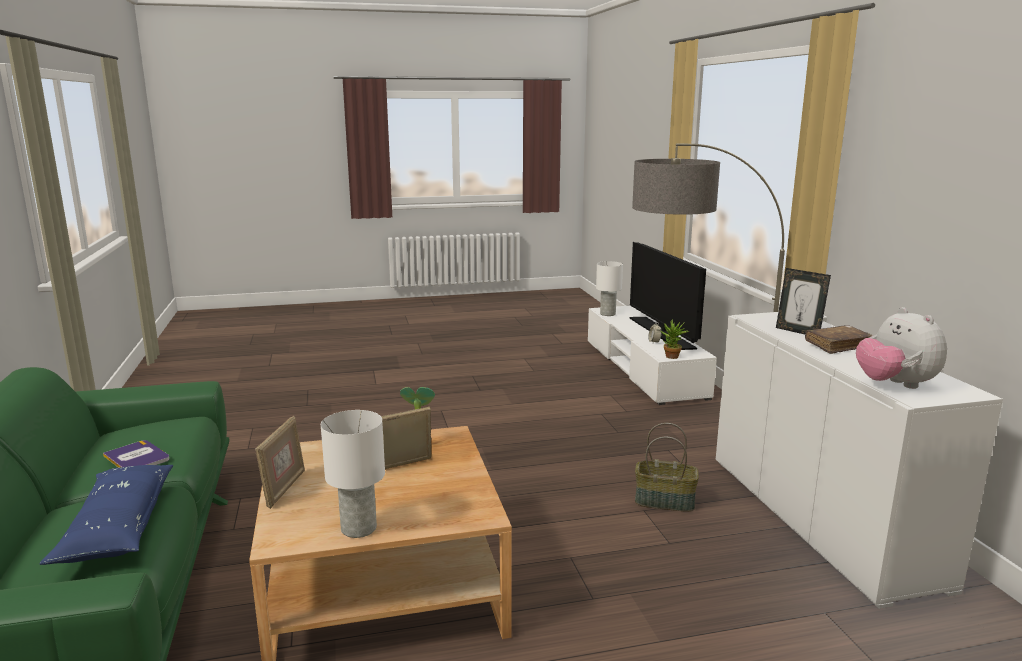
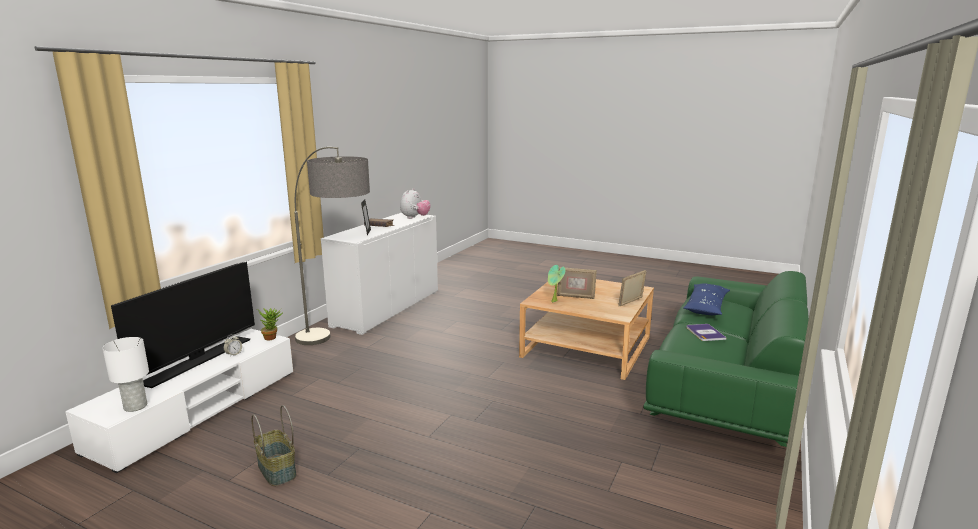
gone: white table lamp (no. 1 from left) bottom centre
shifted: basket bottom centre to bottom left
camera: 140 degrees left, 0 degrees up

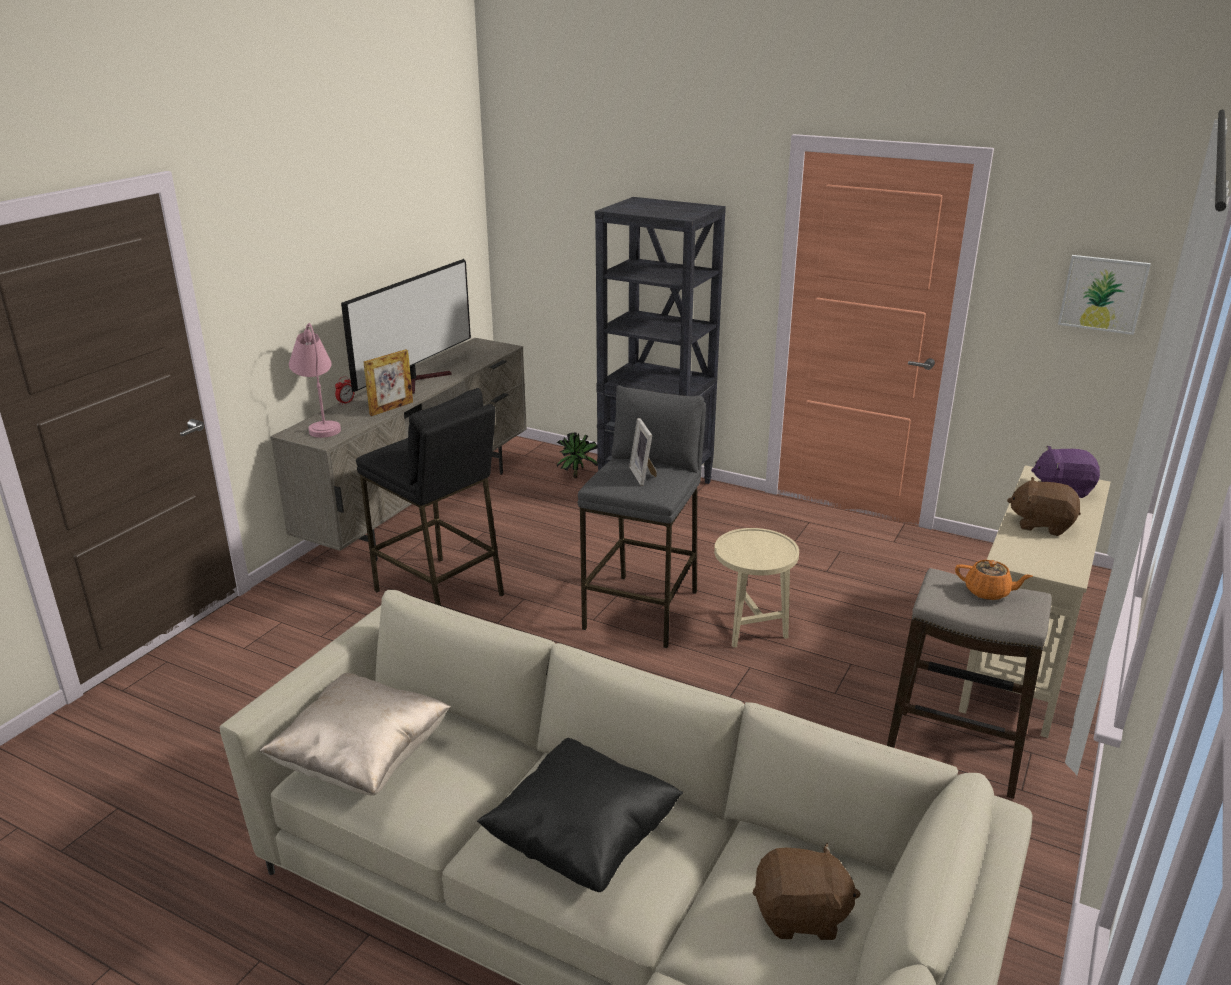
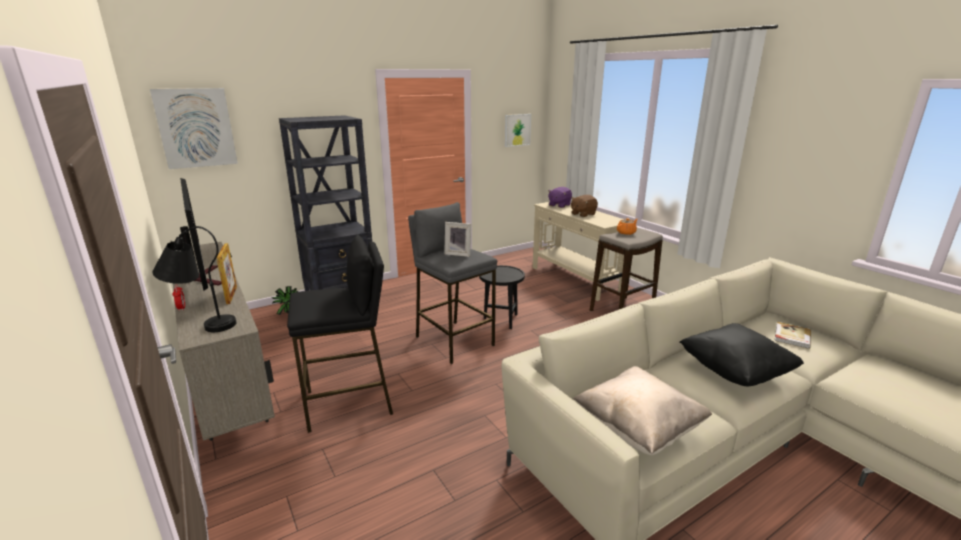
new: wall art (no. 1 from left) top left
swapped: brown cuddly toy (no. 1 from left) bottom centre to book middle right
repainted: pinkish table lamp middle left to black table lamp middle left; beige-coloured end table centre to black end table centre
camera: 60 degrees left, 5 degrees down

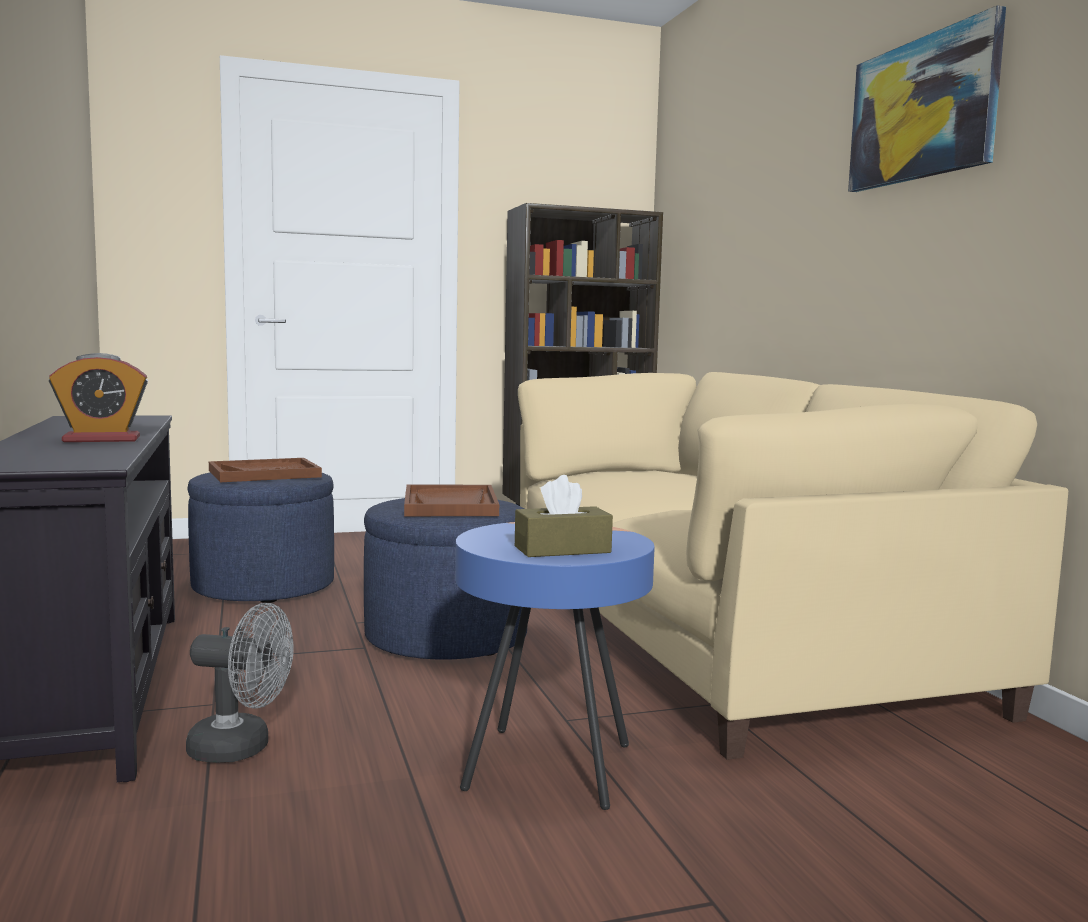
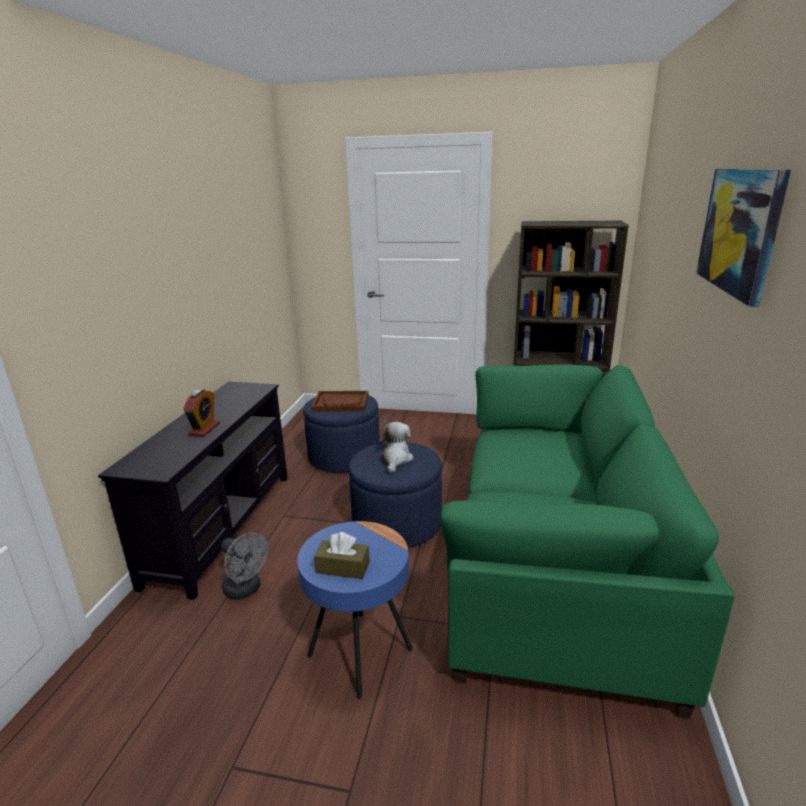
swapped: brown carrying tray (no. 2 from left) centre to cuddly toy centre
repainted: beige-coloured couch middle right to green-coloured couch bottom right
rotated: alarm clock middle left = middle left 90 degrees counterclockwise
camera: 30 degrees right, 15 degrees up

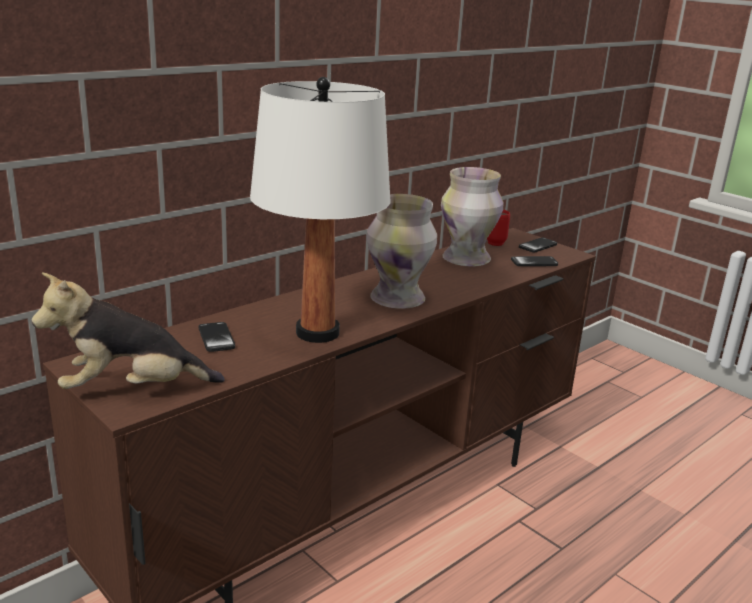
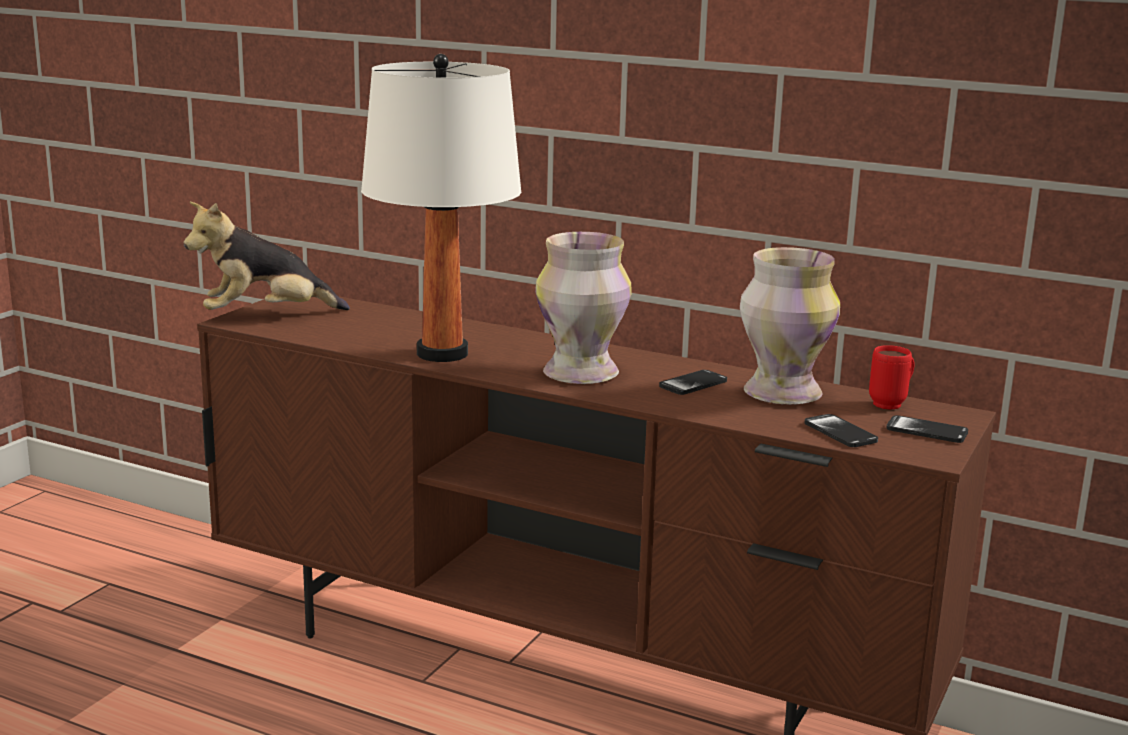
shifted: handset (no. 1 from left) middle left to centre
rotated: cuddly toy middle left = middle left 75 degrees counterclockwise
camera: 70 degrees right, 5 degrees down

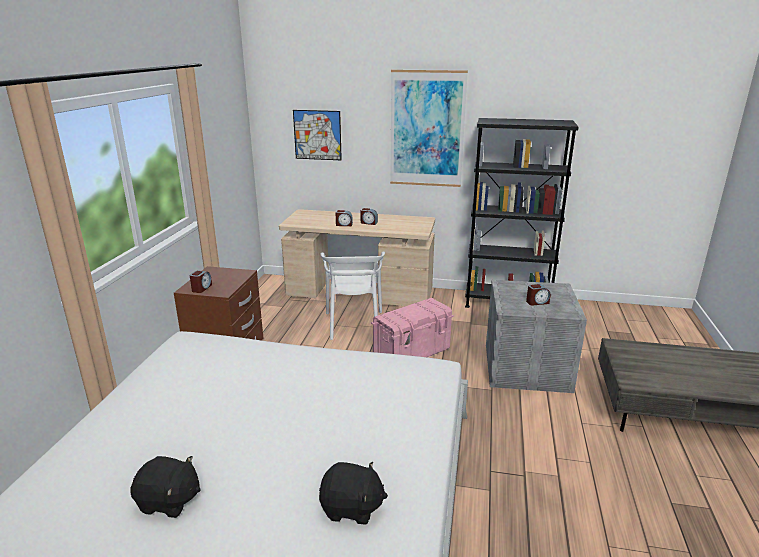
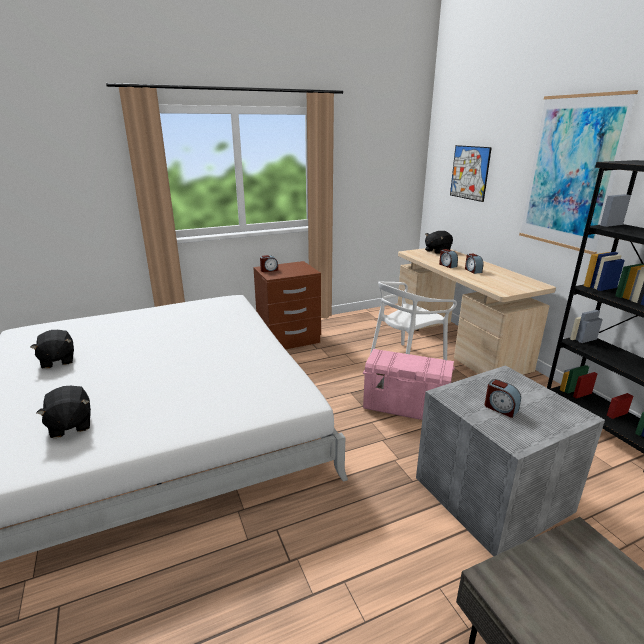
new: black cuddly toy (no. 3 from left) middle right
camera: 55 degrees right, 0 degrees up

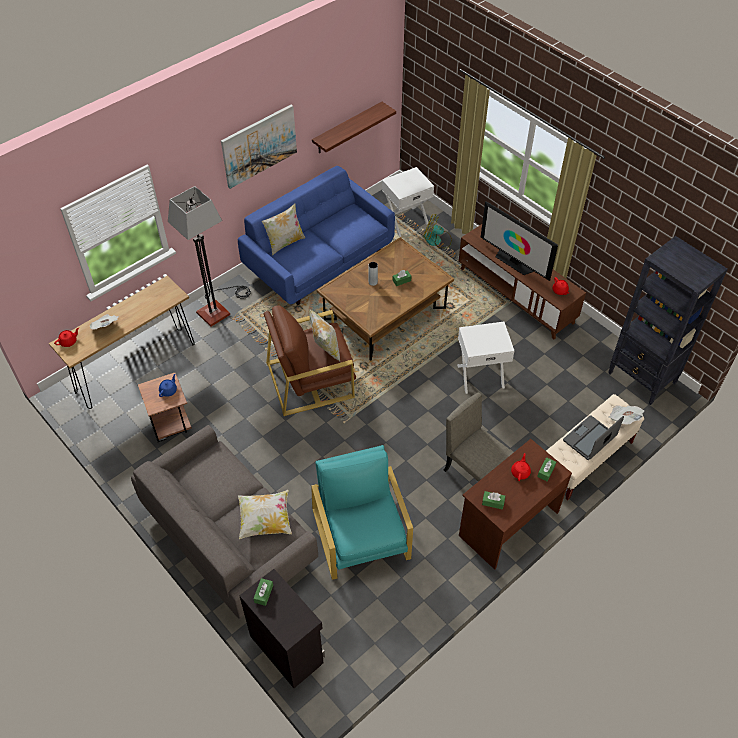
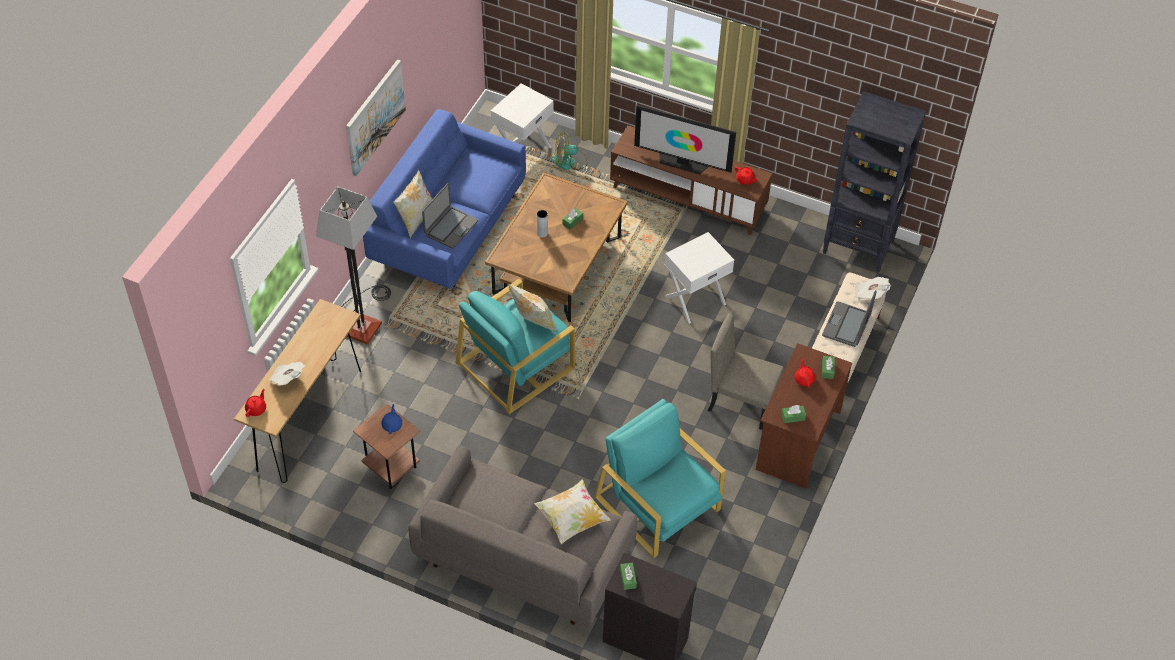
gone: wall shelf top centre
new: notebook computer (no. 1 from left) top centre
repainted: brown armchair centre to turquoise-coloured armchair (no. 1 from left) centre
camera: 25 degrees left, 0 degrees up

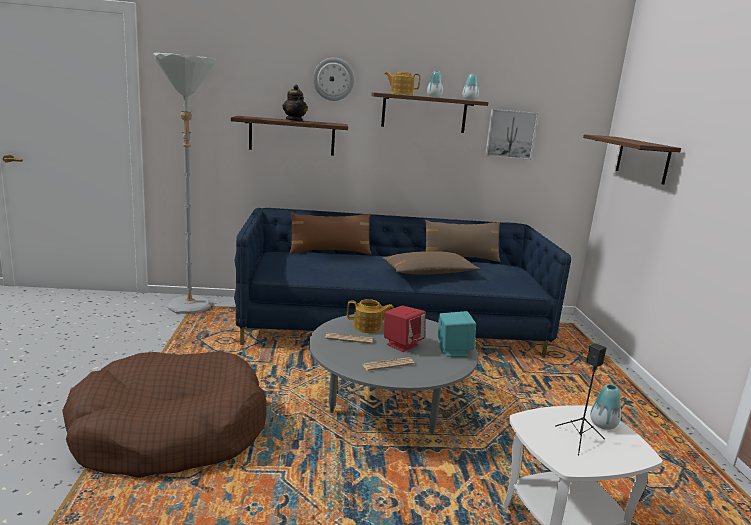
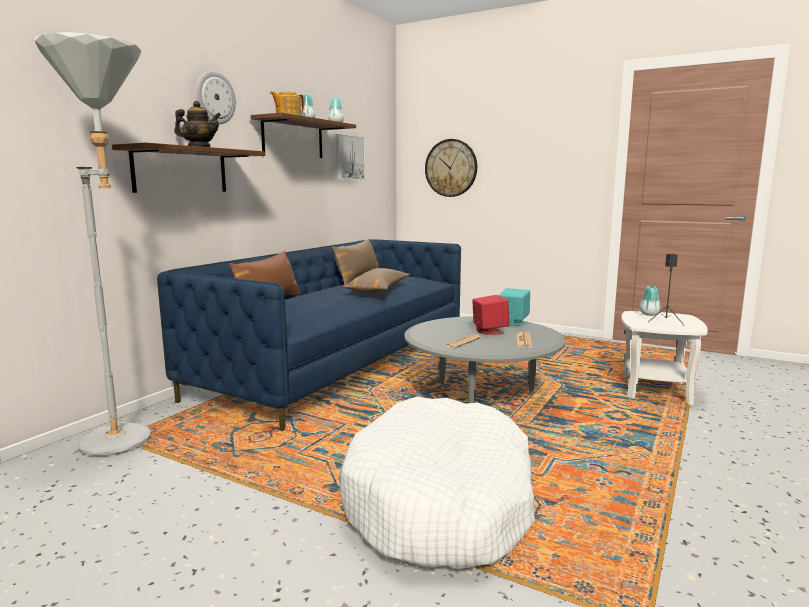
gone: teapot (no. 2 from left) centre
swapped: brown wall shelf (no. 3 from left) top right to wall clock (no. 2 from left) top centre
repainted: brown dog cushion bottom left to white dog cushion bottom centre
camera: 55 degrees left, 5 degrees down

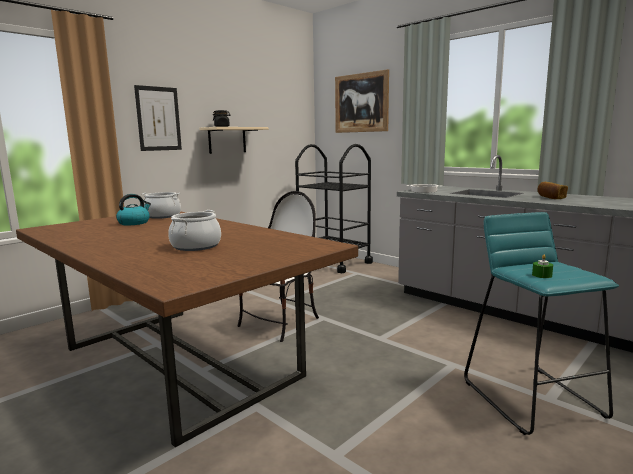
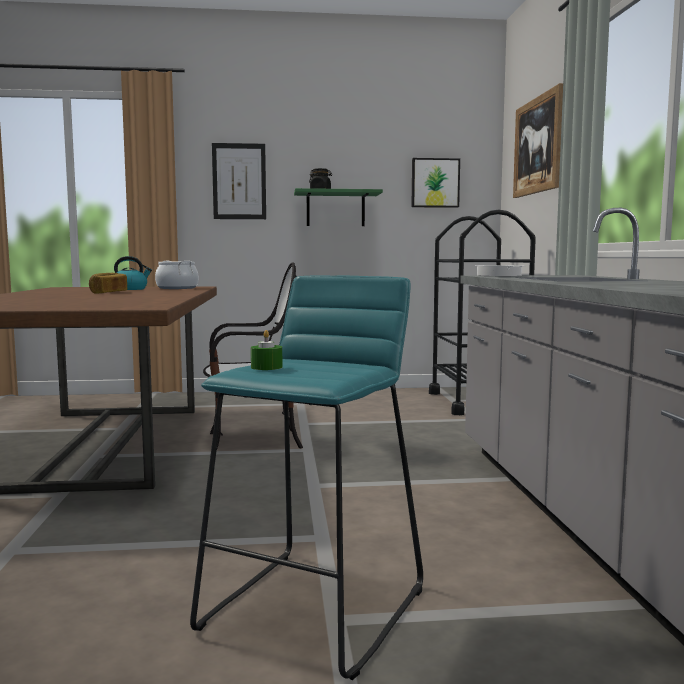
gone: stockpot (no. 2 from left) middle left
new: wall art (no. 2 from left) top centre
shifted: bakery bread middle right to middle left
repainted: beige-coloured wall shelf top centre to green-coloured wall shelf top centre
camera: 40 degrees right, 5 degrees down

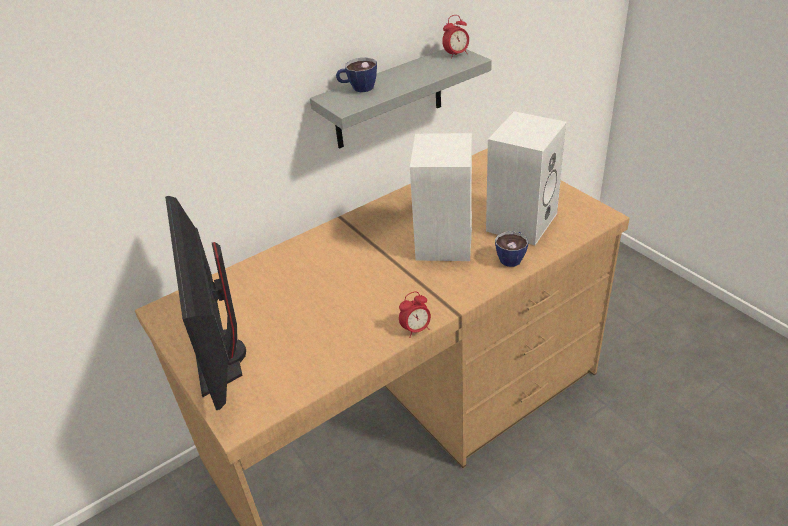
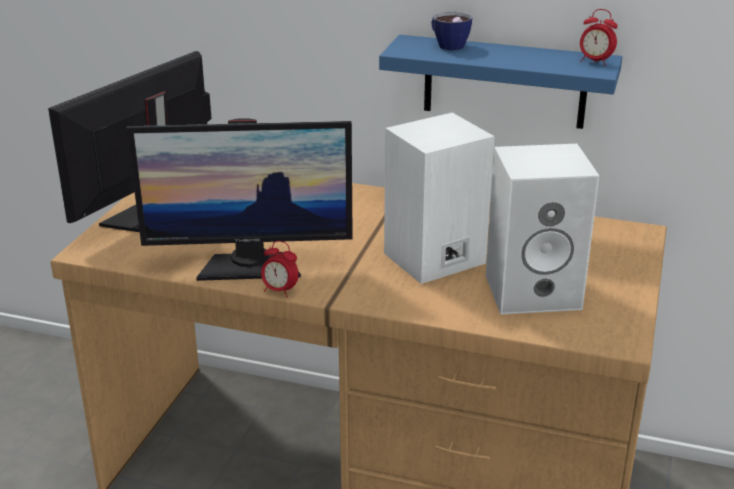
gone: small cup (no. 2 from left) centre
new: computer screen (no. 2 from left) middle left
repainted: grey wall shelf top centre to bluish wall shelf top right
camera: 50 degrees right, 10 degrees down

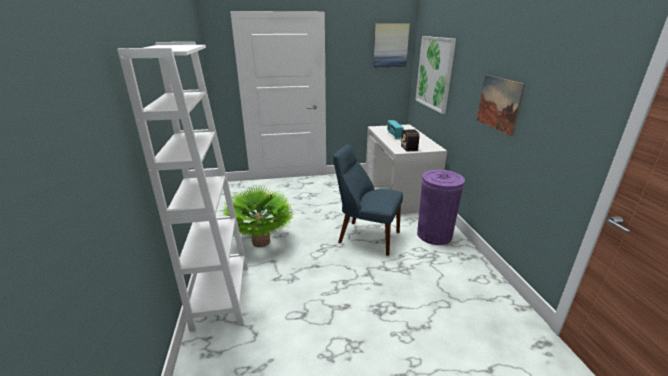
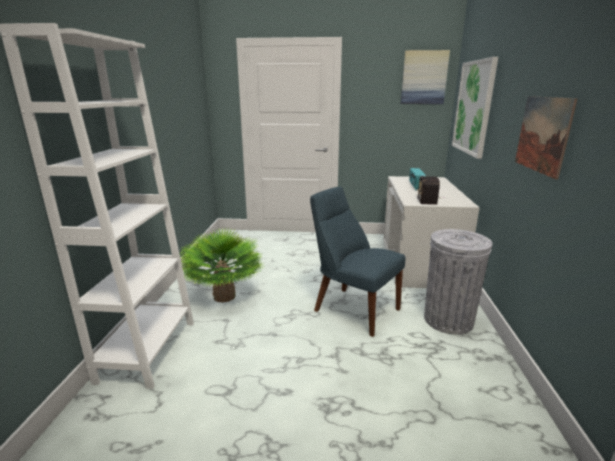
repainted: purple trash can centre to grey trash can middle right
camera: 15 degrees right, 5 degrees down

